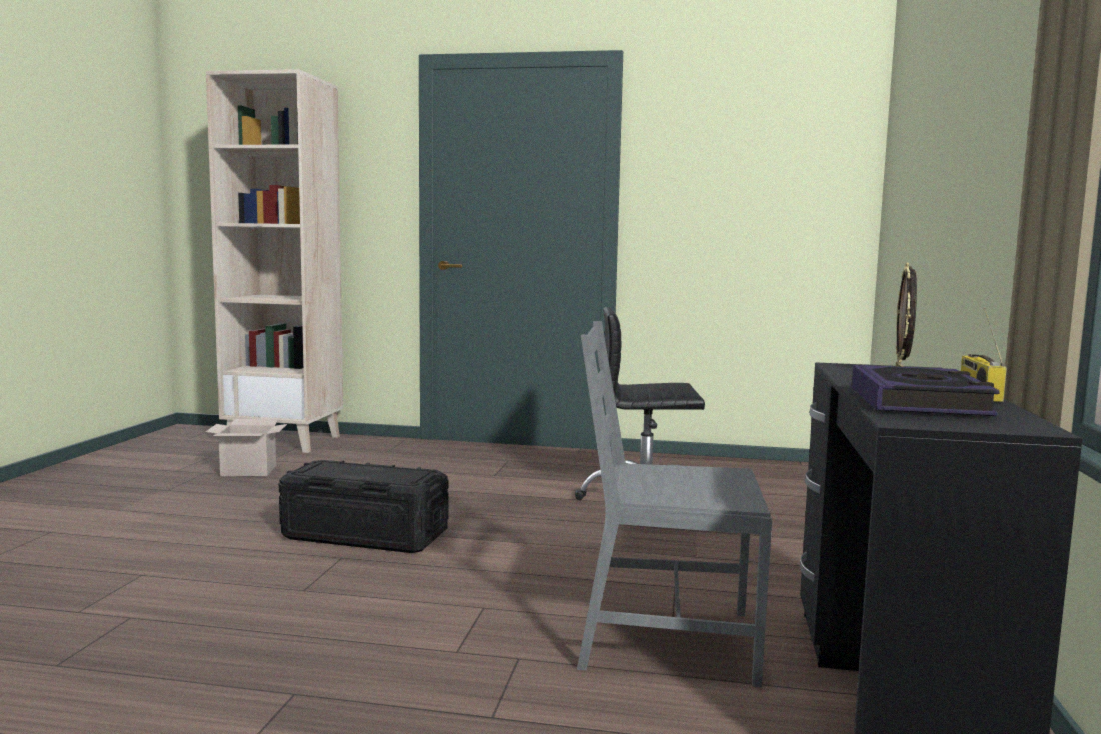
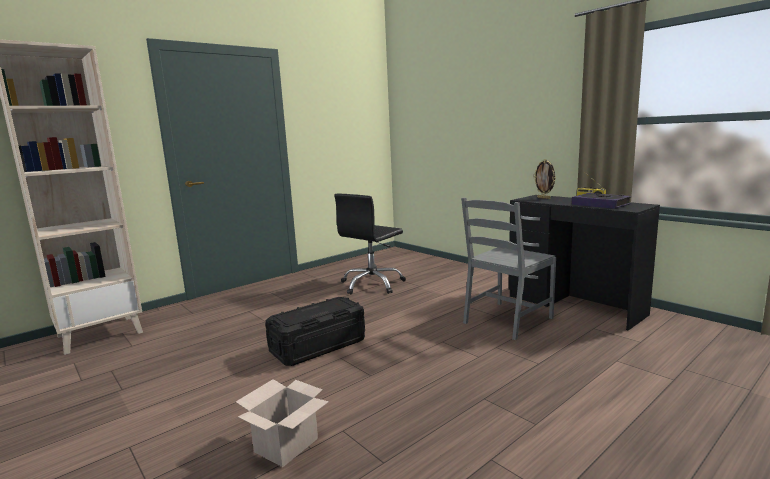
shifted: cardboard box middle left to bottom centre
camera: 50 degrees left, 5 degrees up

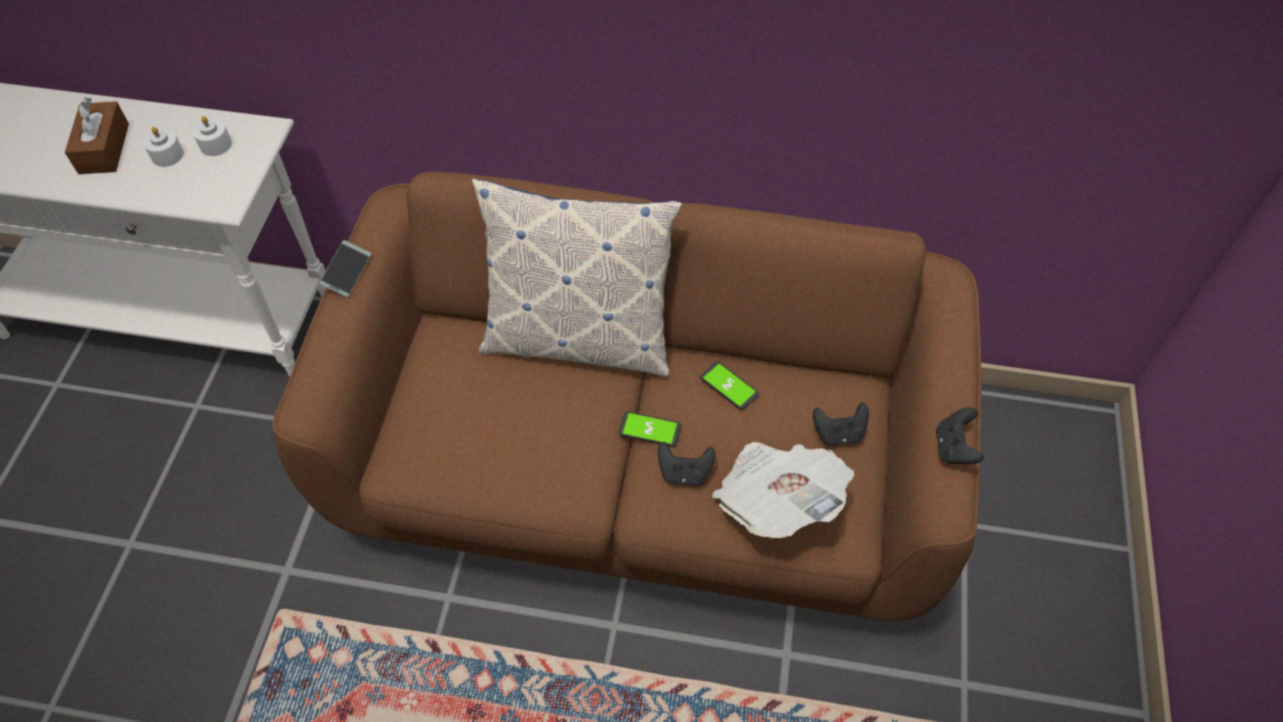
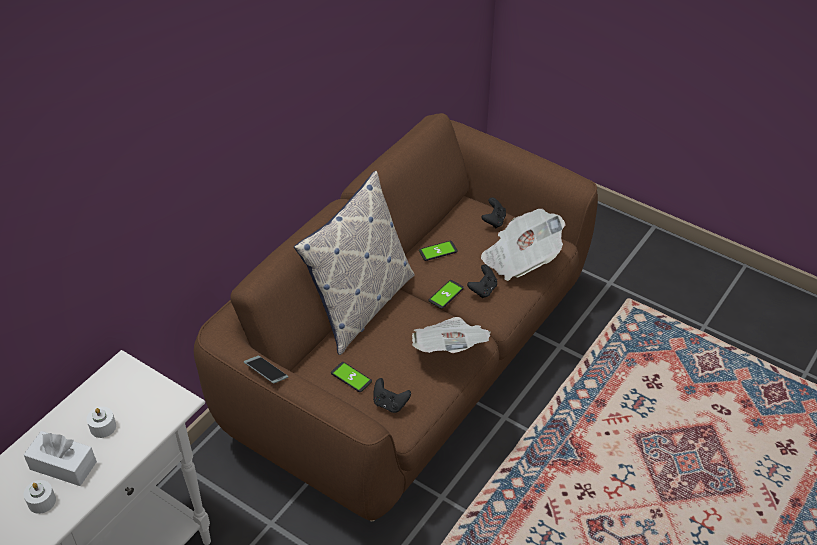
new: handset (no. 2 from left) bottom centre; daily paper (no. 1 from left) centre
shifted: white wax candle (no. 2 from left in the first image) top left to white wax candle (no. 1 from left) bottom left; black game controller (no. 3 from left in the first image) middle right to black game controller (no. 1 from left) bottom centre
repainted: brown tissue holder top left to white tissue holder bottom left
camera: 65 degrees left, 10 degrees down

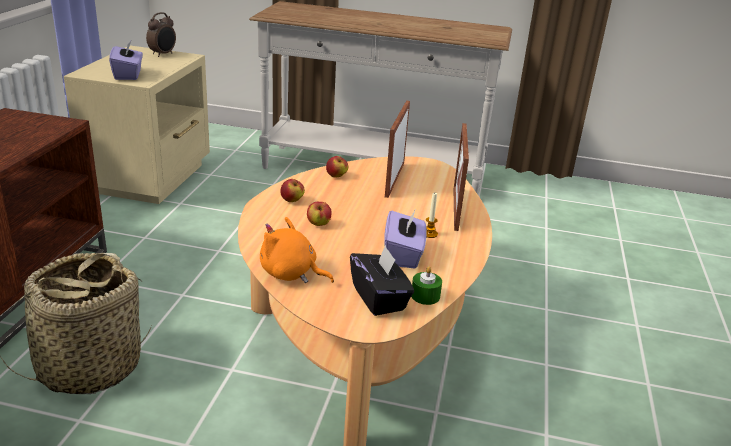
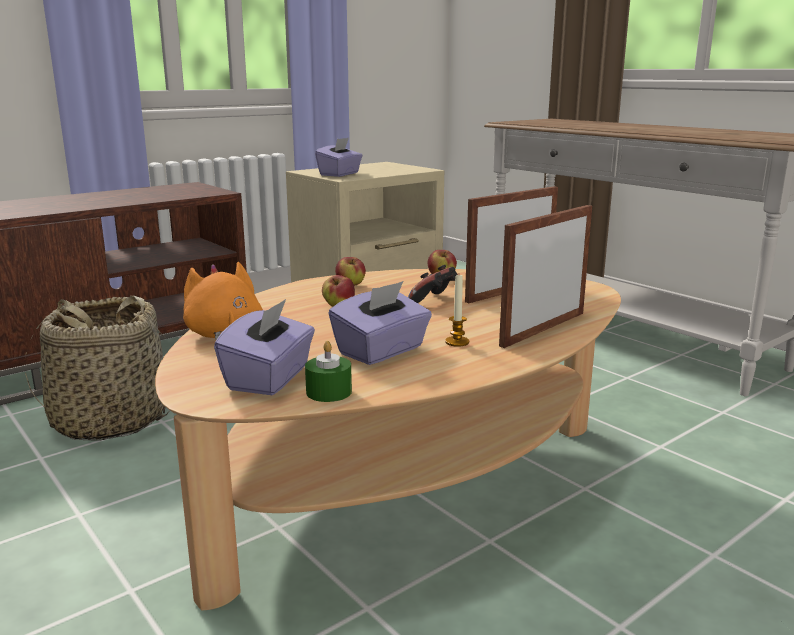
gone: alarm clock top left
new: game controller centre
repainted: black tissue holder centre to purple tissue holder (no. 1 from left) middle left
camera: 40 degrees right, 10 degrees down

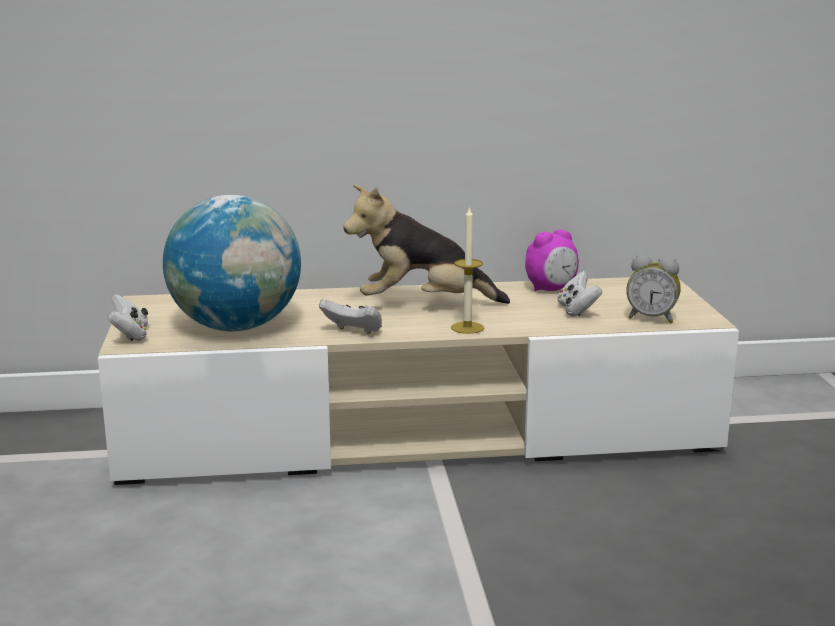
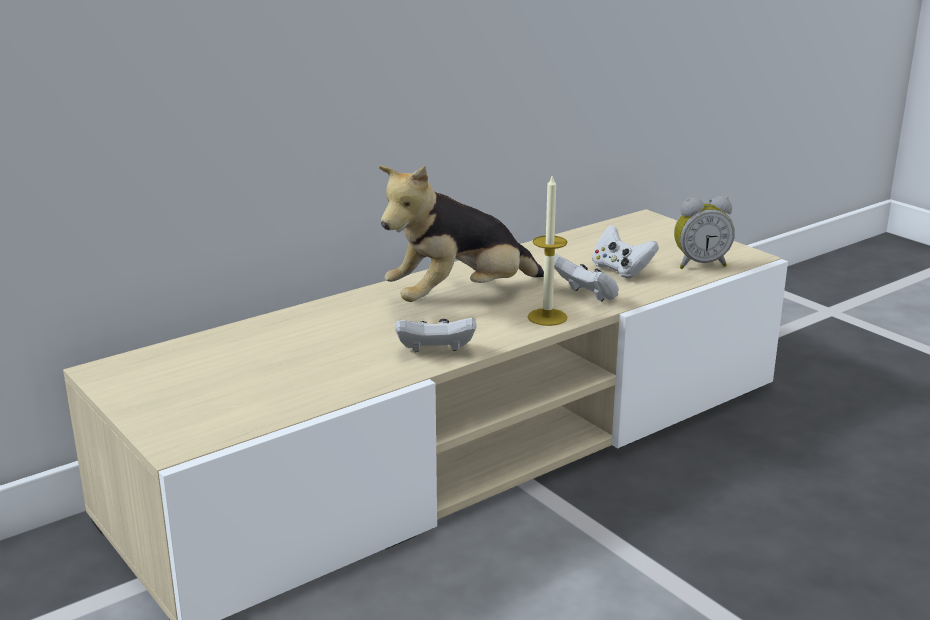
gone: globe middle left; alarm clock (no. 1 from left) centre
shifted: white game controller (no. 1 from left in the first image) middle left to white game controller (no. 2 from left) centre
camera: 30 degrees left, 5 degrees up

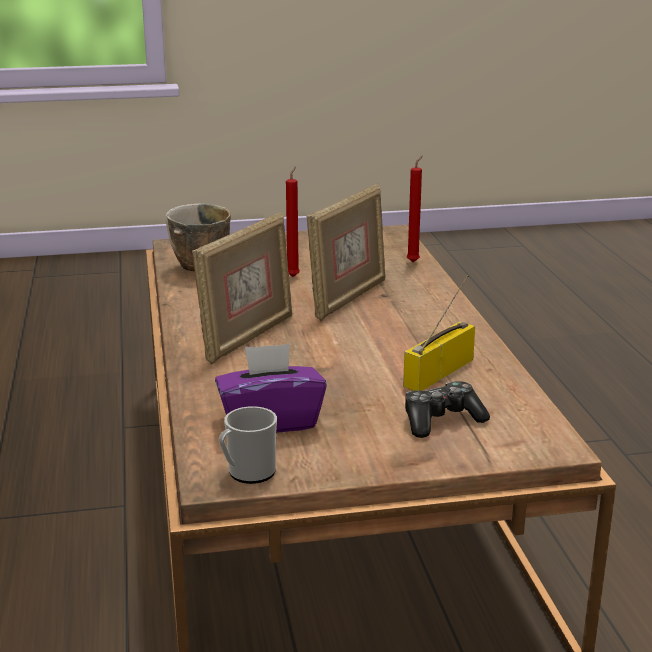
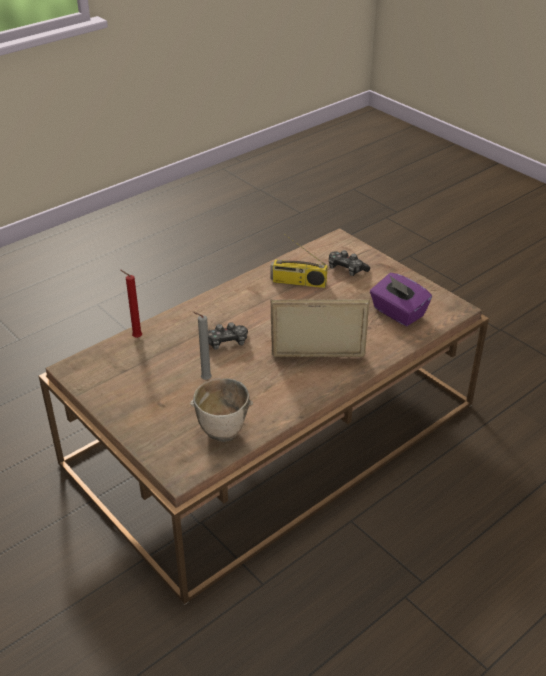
gone: mug bottom centre
swapped: picture frame (no. 2 from left) centre to game controller (no. 1 from left) centre
repainted: red wax candle (no. 1 from left) centre to grey wax candle centre
camera: 120 degrees left, 15 degrees up

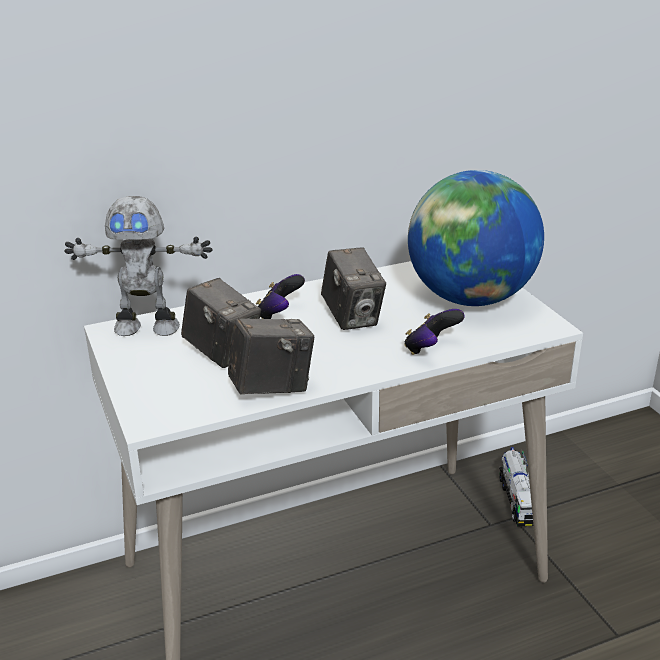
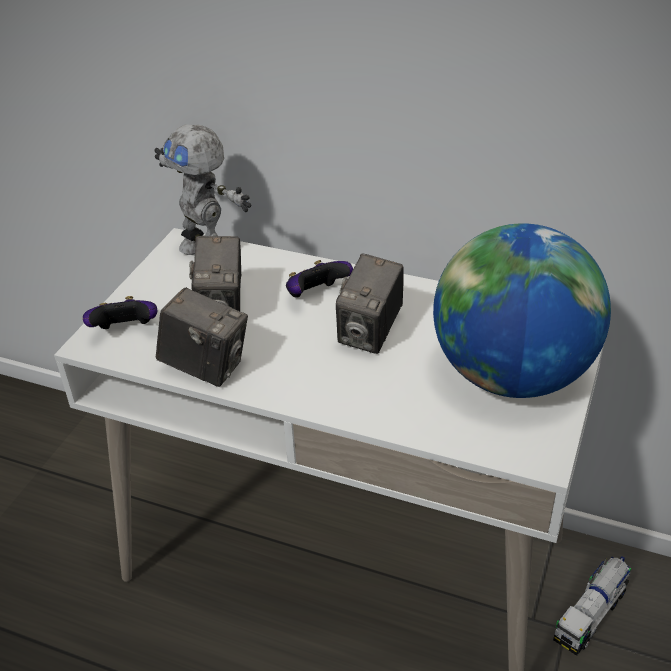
shifted: game controller (no. 2 from left in the first image) centre to game controller (no. 1 from left) middle left
camera: 45 degrees right, 10 degrees up

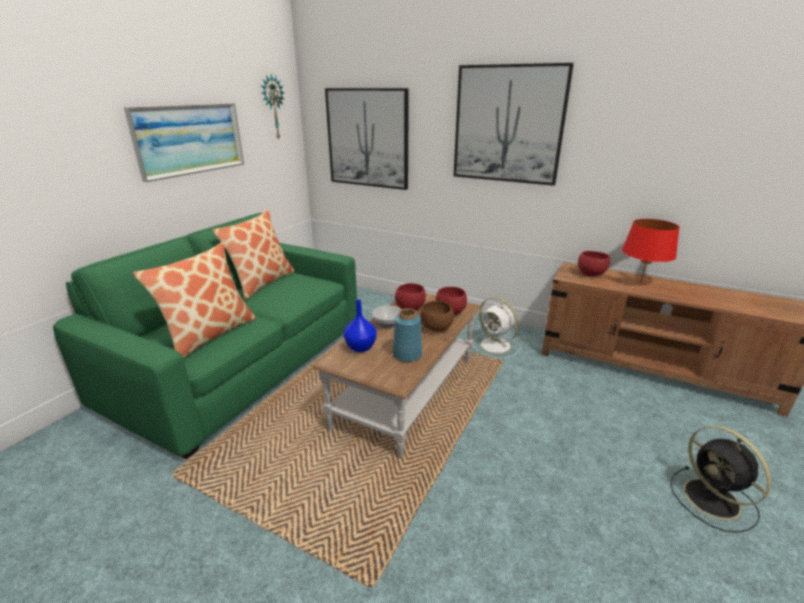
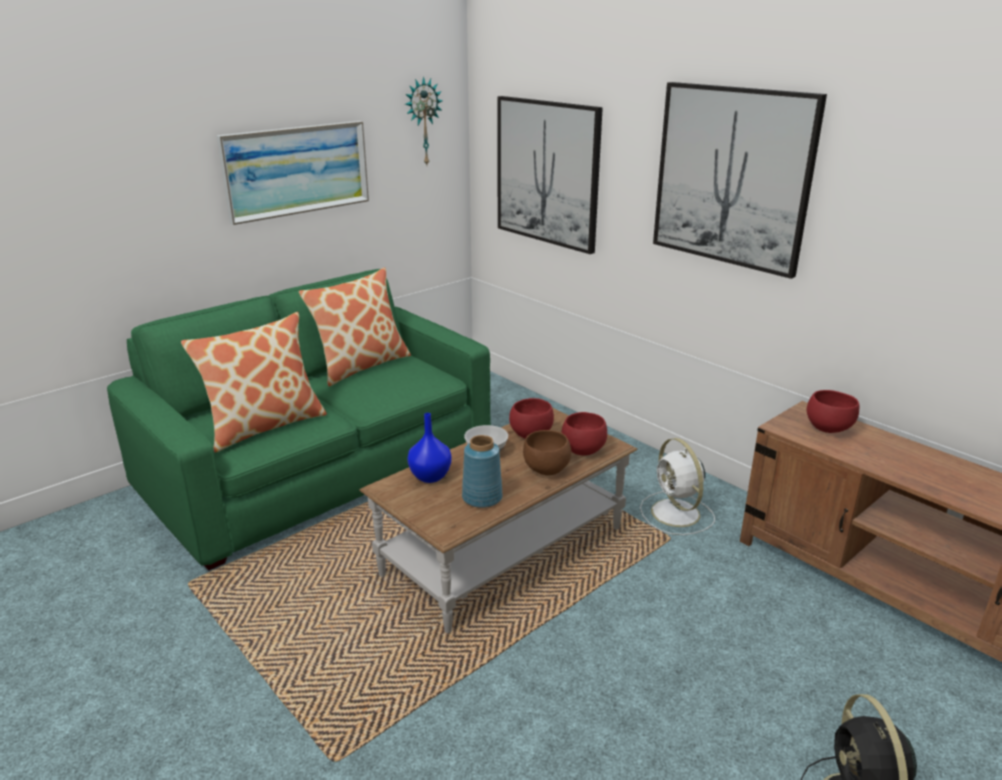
gone: red table lamp middle right
camera: 20 degrees right, 0 degrees up

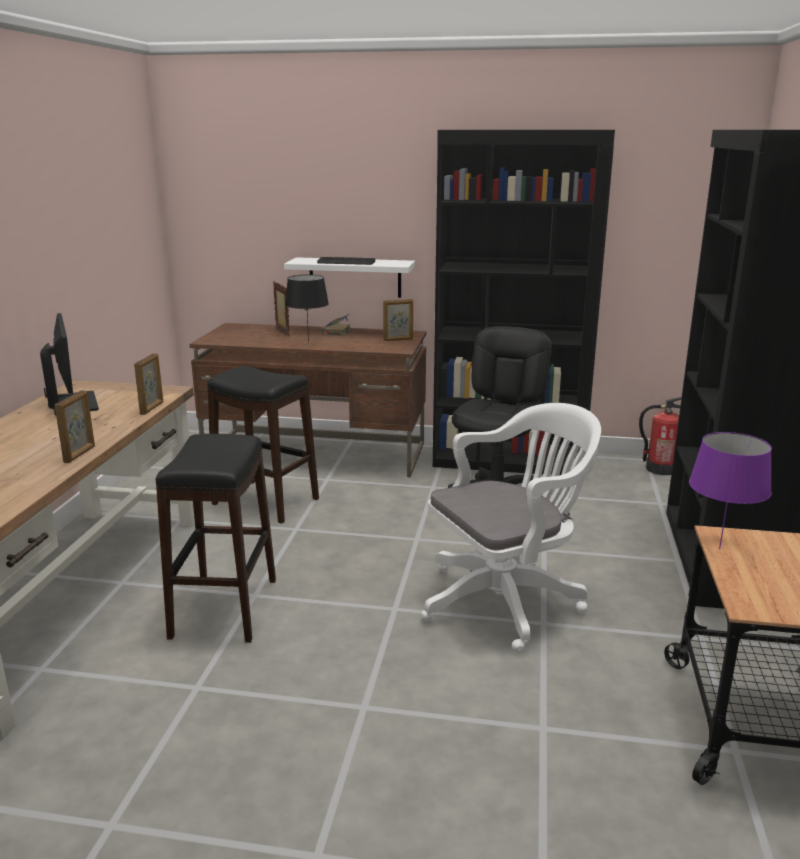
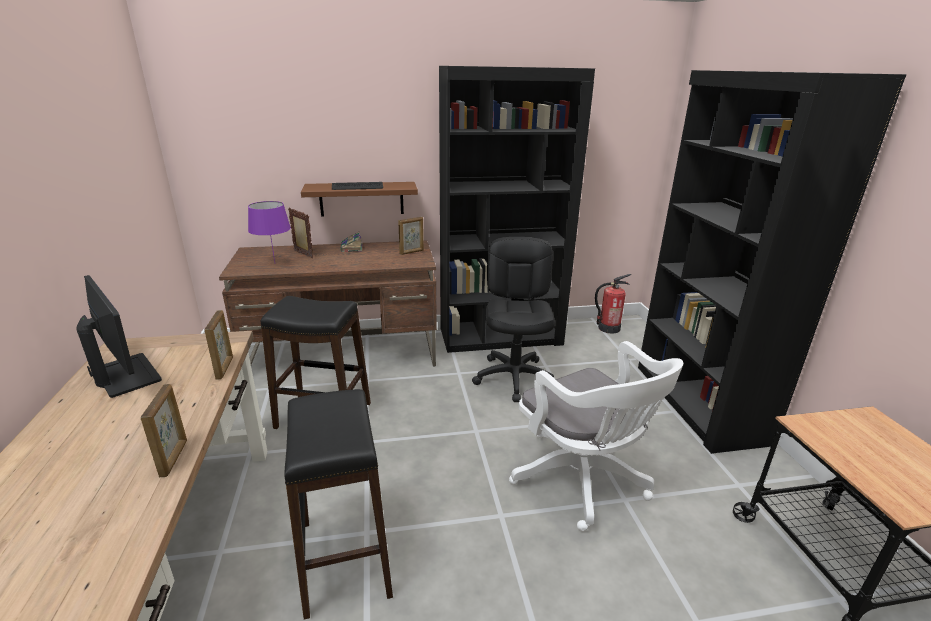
gone: black table lamp centre
shifted: purple table lamp middle right to middle left
repainted: white wall shelf top centre to brown wall shelf top centre
rotated: white office chair centre = bottom centre 105 degrees clockwise
camera: 20 degrees left, 5 degrees up

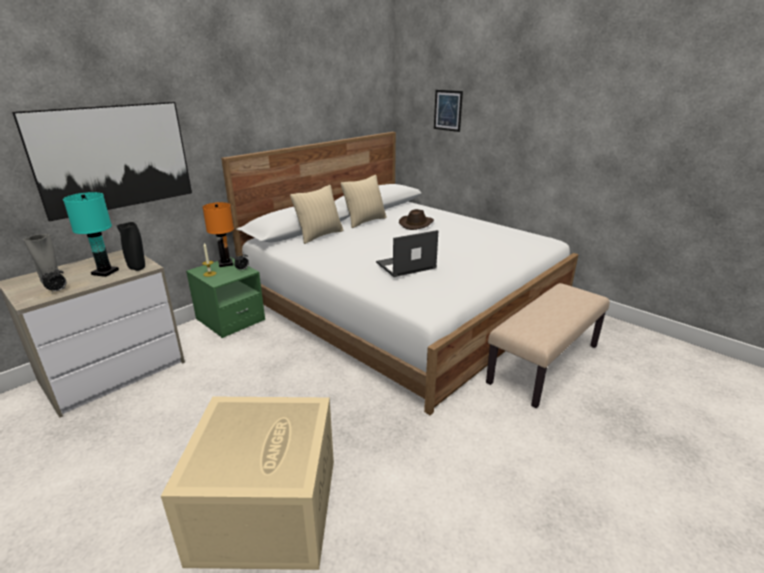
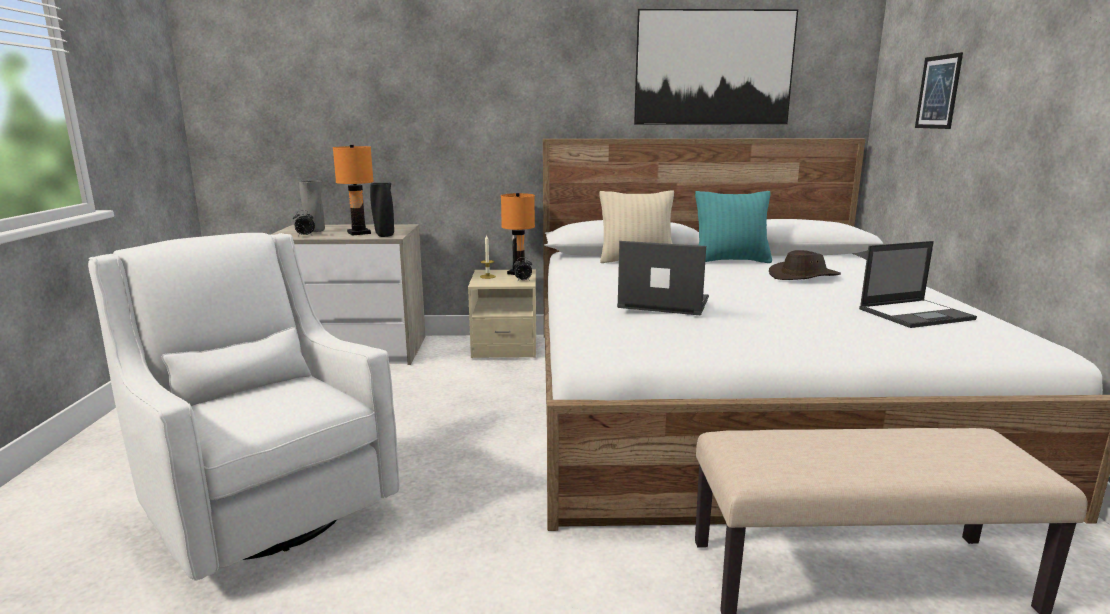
new: notebook computer (no. 2 from left) middle right
shifted: wall art (no. 1 from left) top left to top centre
swapped: beige-coloured storage box bottom left to white armchair middle left
repainted: turquoise-coloured table lamp middle left to orange table lamp (no. 1 from left) top left; green-coloured bedside table middle left to beige-coloured bedside table centre; beige-coloured pillow (no. 2 from left) centre to turquoise-coloured pillow centre
camera: 45 degrees right, 10 degrees down

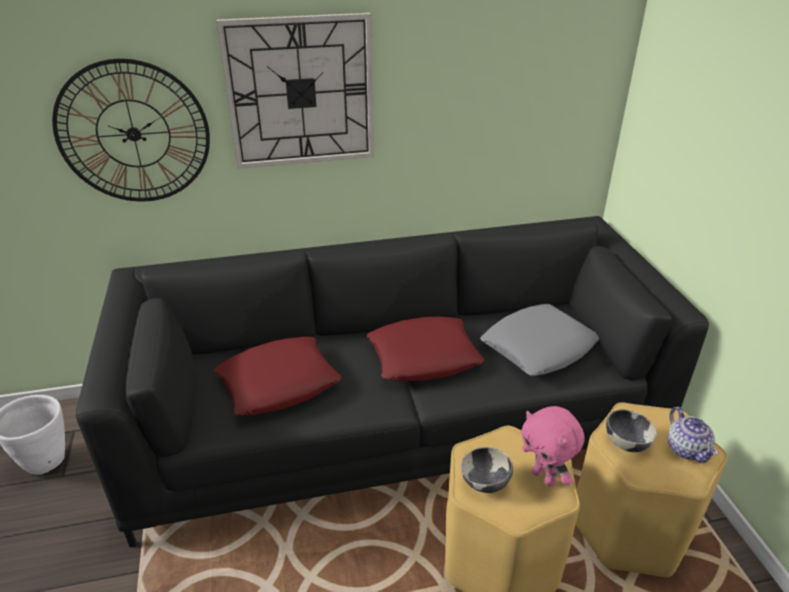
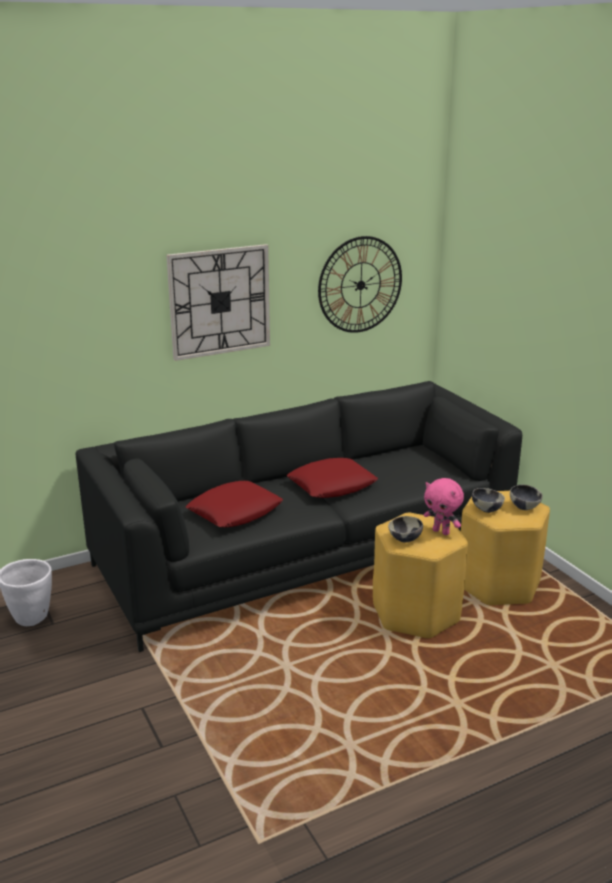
gone: grey pillow middle right
shifted: wall clock (no. 1 from left in the first image) top left to wall clock (no. 2 from left) top centre
swapped: teapot bottom right to serving bowl (no. 3 from left) middle right
camera: 15 degrees left, 10 degrees down

